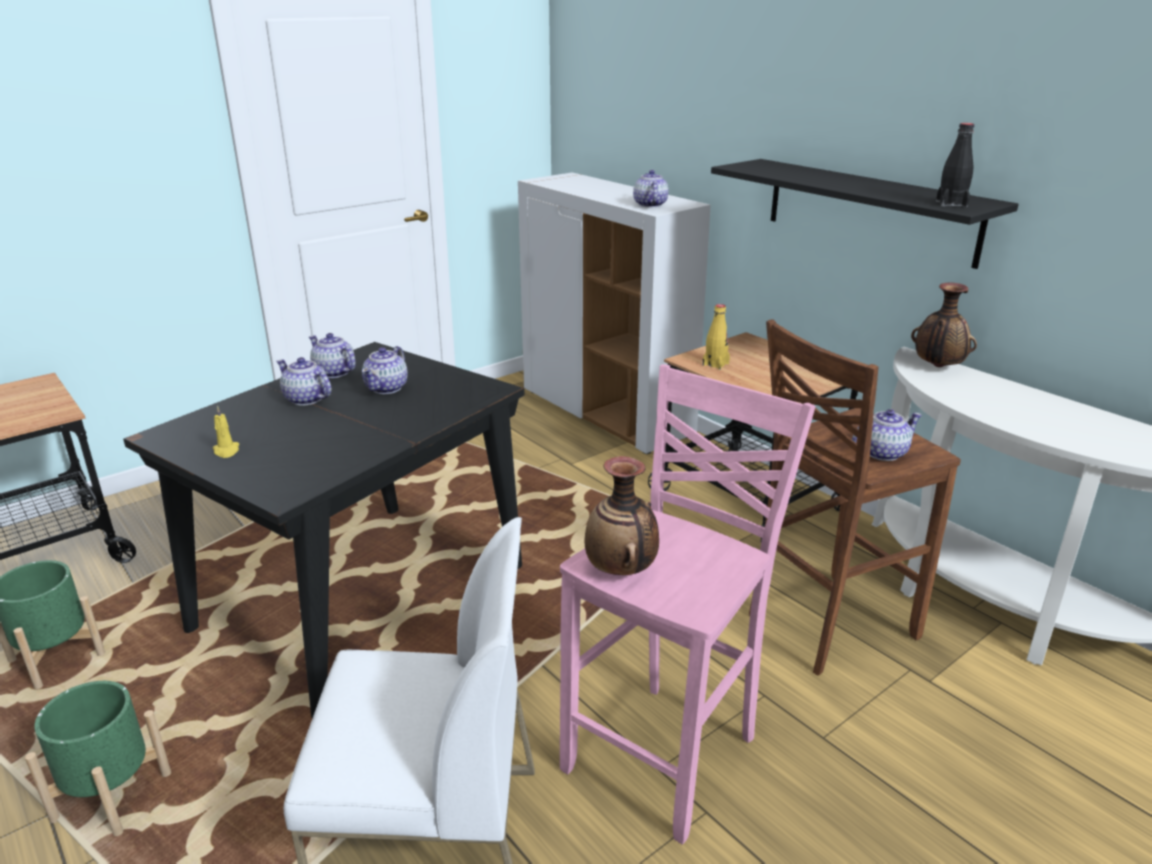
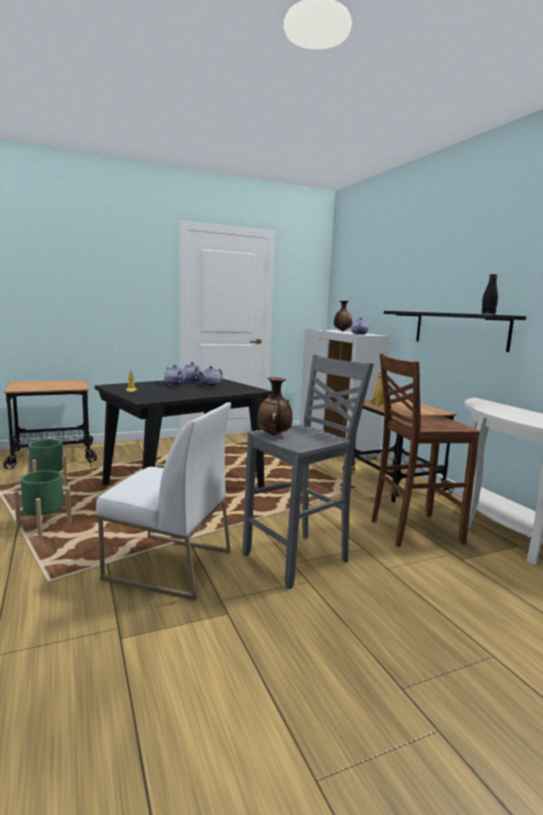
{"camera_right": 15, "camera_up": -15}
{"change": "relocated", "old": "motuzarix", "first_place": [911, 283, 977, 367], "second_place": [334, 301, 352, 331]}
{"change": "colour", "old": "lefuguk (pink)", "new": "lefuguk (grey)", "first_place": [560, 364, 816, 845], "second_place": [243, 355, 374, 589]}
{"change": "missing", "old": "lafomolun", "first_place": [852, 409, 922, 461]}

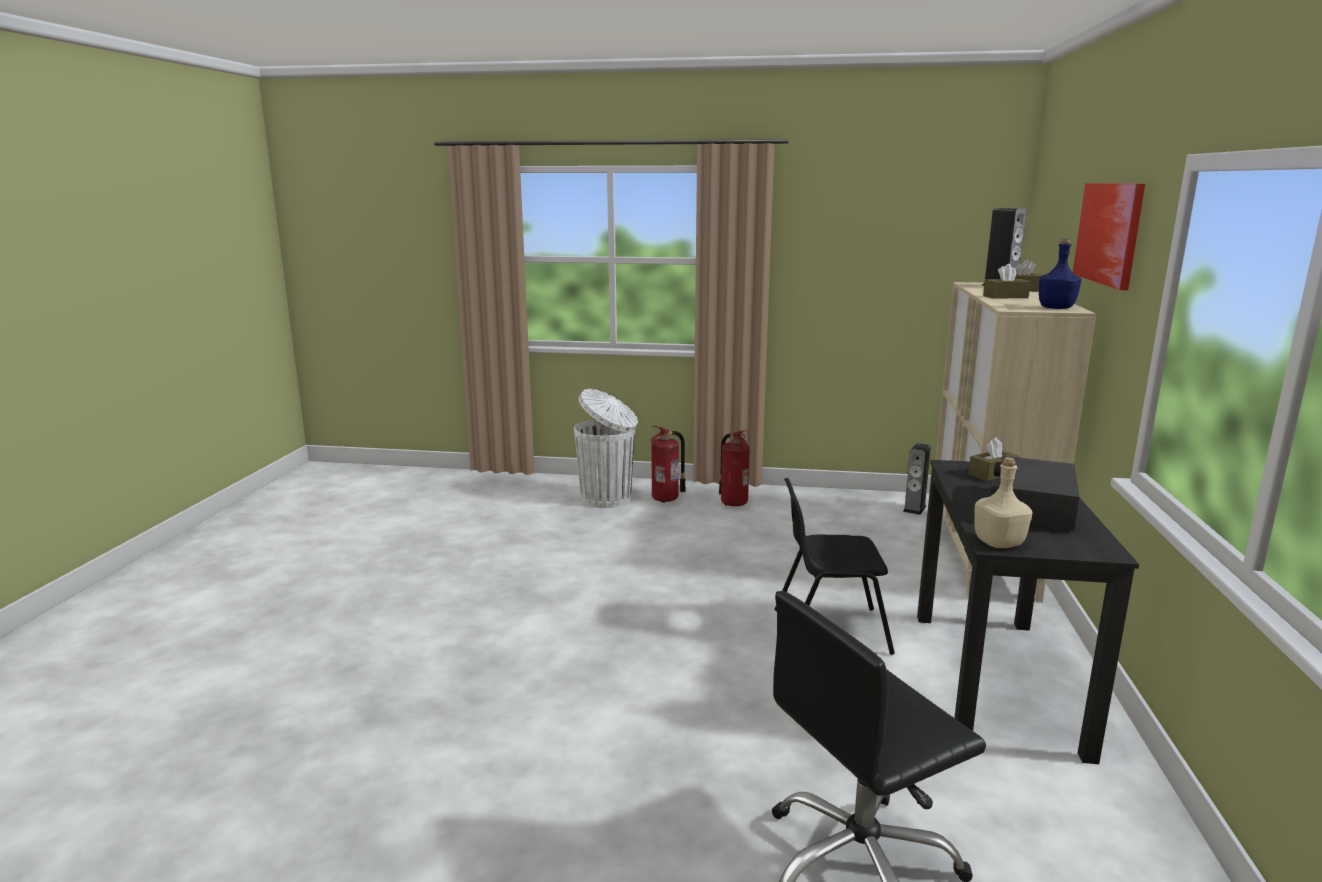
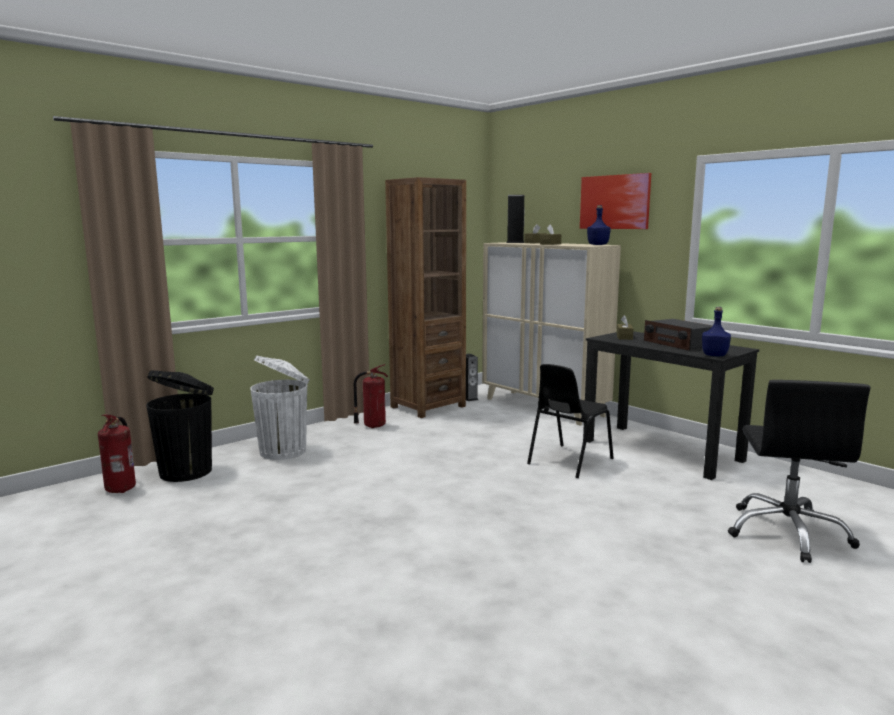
{"camera_right": -50, "camera_up": -5}
{"change": "relocated", "old": "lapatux", "first_place": [650, 426, 686, 503], "second_place": [98, 414, 136, 493]}
{"change": "colour", "old": "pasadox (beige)", "new": "pasadox (blue)", "first_place": [974, 457, 1032, 548], "second_place": [702, 307, 731, 356]}
{"change": "appeared", "new": "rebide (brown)", "second_place": [385, 177, 466, 418]}
{"change": "appeared", "new": "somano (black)", "second_place": [146, 370, 214, 482]}

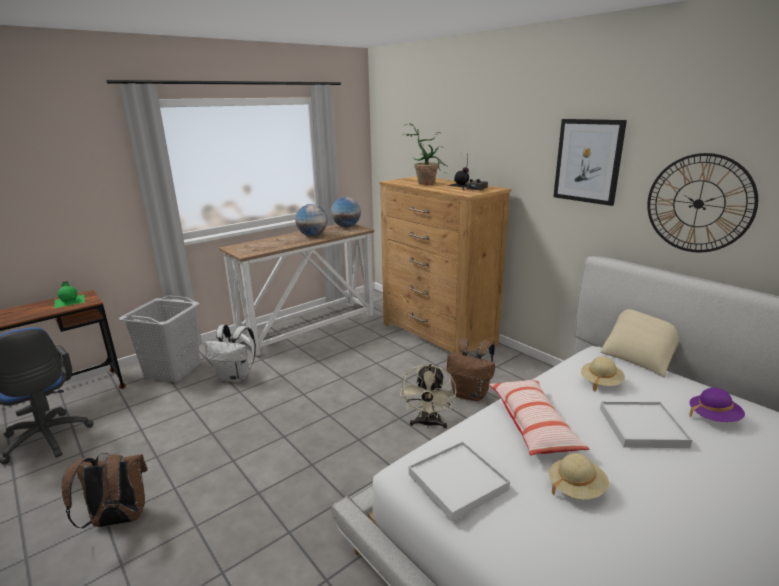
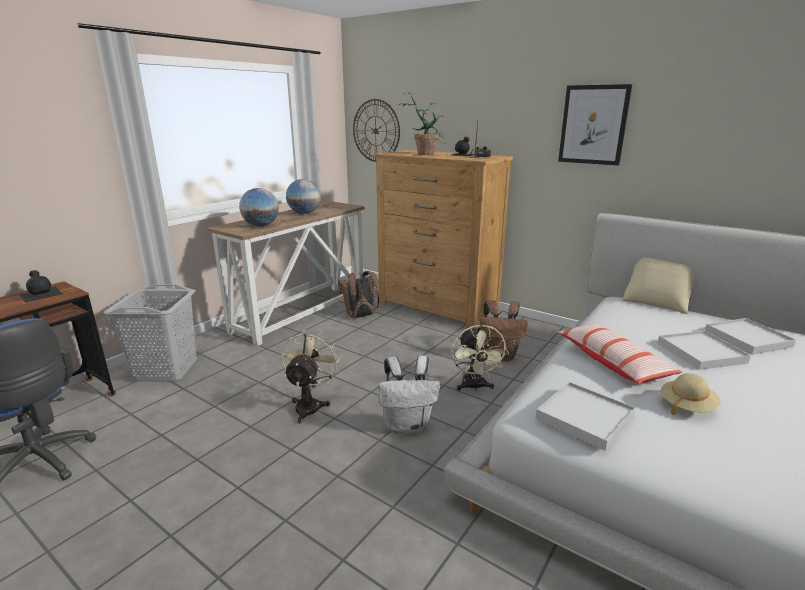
{"camera_right": -15, "camera_up": 0}
{"change": "relocated", "old": "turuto", "first_place": [647, 153, 758, 252], "second_place": [353, 99, 400, 162]}
{"change": "relocated", "old": "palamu", "first_place": [331, 197, 361, 227], "second_place": [239, 188, 279, 227]}
{"change": "colour", "old": "pasadox (green)", "new": "pasadox (black)", "first_place": [54, 281, 85, 308], "second_place": [18, 270, 63, 303]}
{"change": "relocated", "old": "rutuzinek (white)", "first_place": [205, 325, 256, 383], "second_place": [379, 355, 440, 434]}
{"change": "missing", "old": "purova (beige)", "first_place": [581, 356, 625, 391]}
{"change": "exchanged", "old": "purova (purple)", "new": "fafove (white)", "first_place": [689, 388, 745, 422], "second_place": [705, 318, 796, 355]}
{"change": "relocated", "old": "rutuzinek (brown)", "first_place": [62, 453, 148, 529], "second_place": [338, 271, 379, 318]}
{"change": "appeared", "new": "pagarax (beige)", "second_place": [281, 330, 340, 424]}

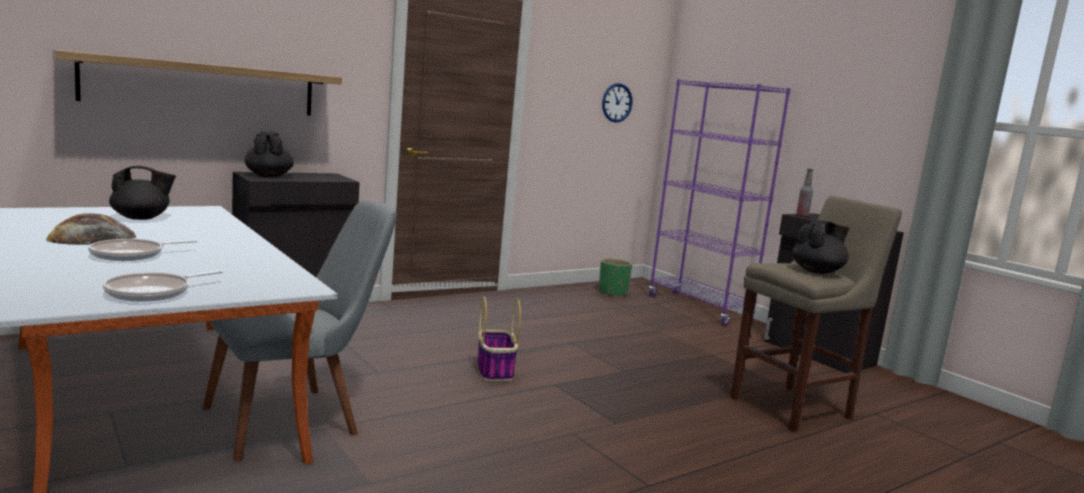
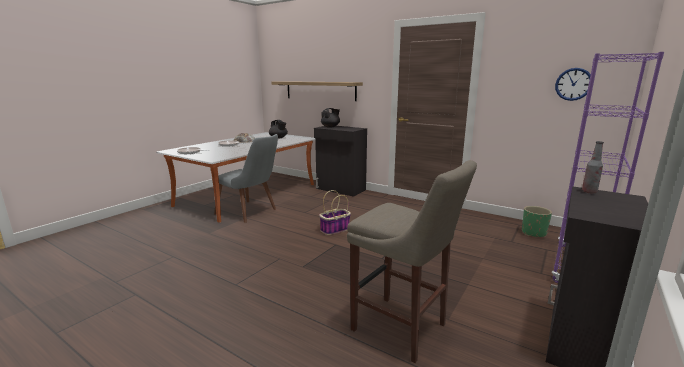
{"camera_right": 70, "camera_up": 5}
{"change": "missing", "old": "lafomolun (black)", "first_place": [792, 220, 849, 274]}

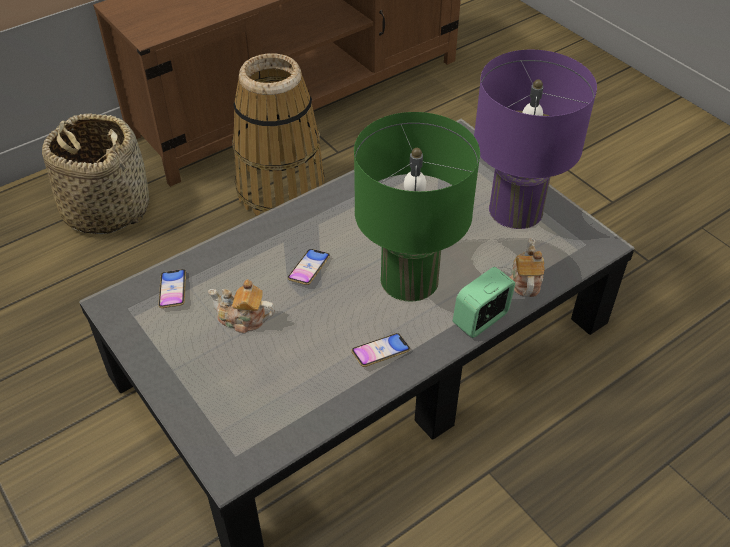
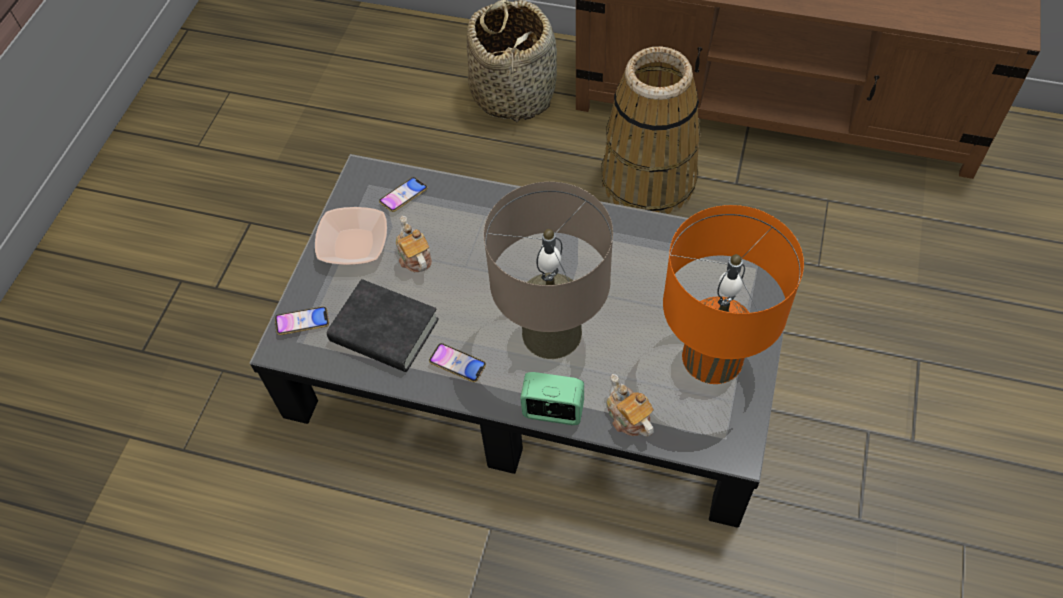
{"camera_right": 55, "camera_up": 10}
{"change": "colour", "old": "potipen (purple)", "new": "potipen (orange)", "first_place": [474, 50, 597, 229], "second_place": [663, 205, 804, 384]}
{"change": "colour", "old": "potipen (green)", "new": "potipen (beige)", "first_place": [354, 112, 480, 302], "second_place": [484, 182, 613, 359]}
{"change": "spun", "old": "lafomolun", "first_place": [509, 238, 544, 297], "second_place": [606, 374, 654, 437], "degrees": -90}
{"change": "relocated", "old": "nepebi", "first_place": [288, 249, 330, 285], "second_place": [275, 307, 329, 335]}
{"change": "appeared", "new": "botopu", "second_place": [315, 207, 387, 265]}
{"change": "appeared", "new": "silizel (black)", "second_place": [327, 279, 439, 372]}

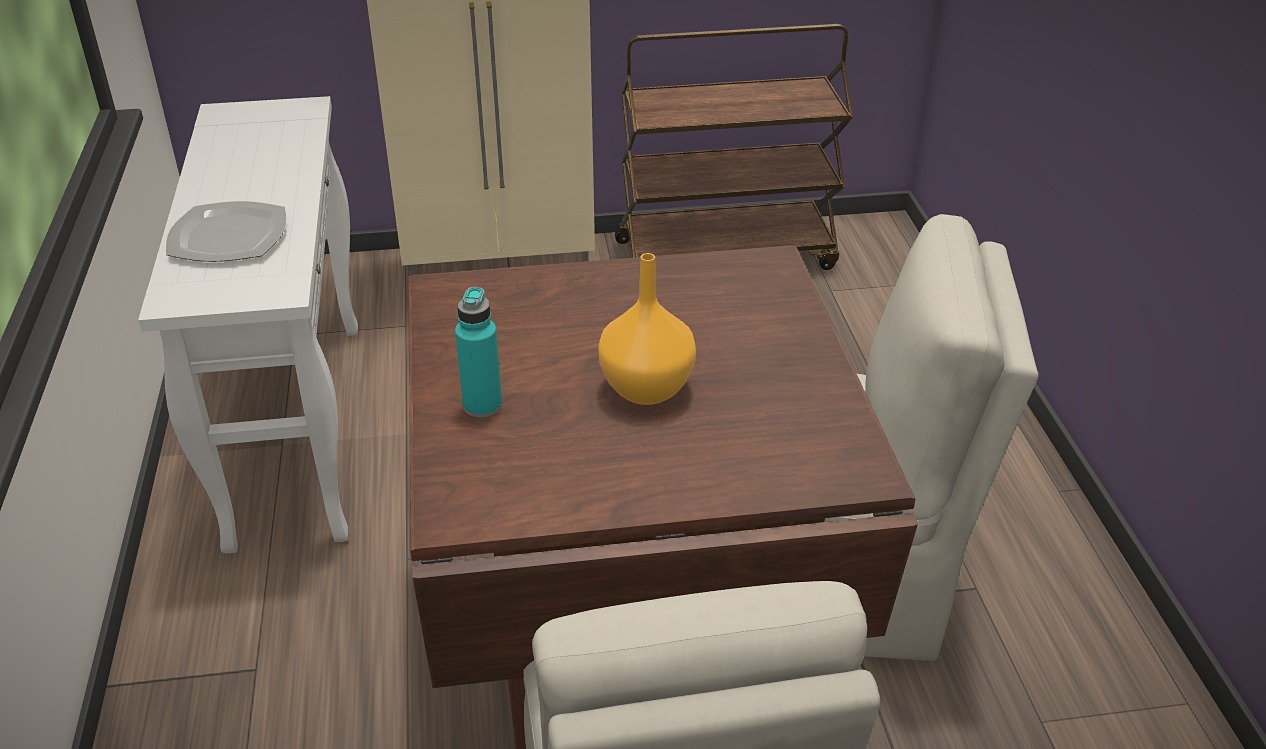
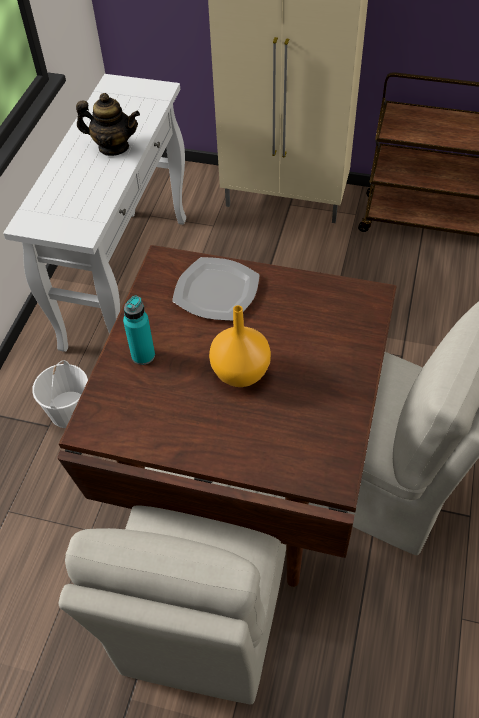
{"camera_right": 25, "camera_up": 15}
{"change": "relocated", "old": "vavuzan", "first_place": [166, 201, 286, 262], "second_place": [172, 257, 260, 321]}
{"change": "appeared", "new": "lafomolun", "second_place": [76, 93, 140, 156]}
{"change": "appeared", "new": "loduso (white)", "second_place": [32, 360, 88, 428]}

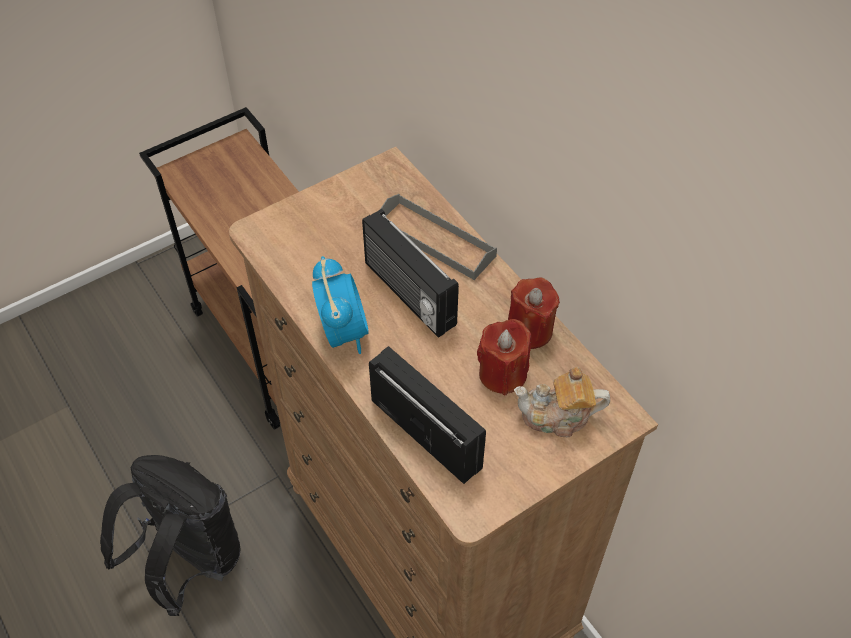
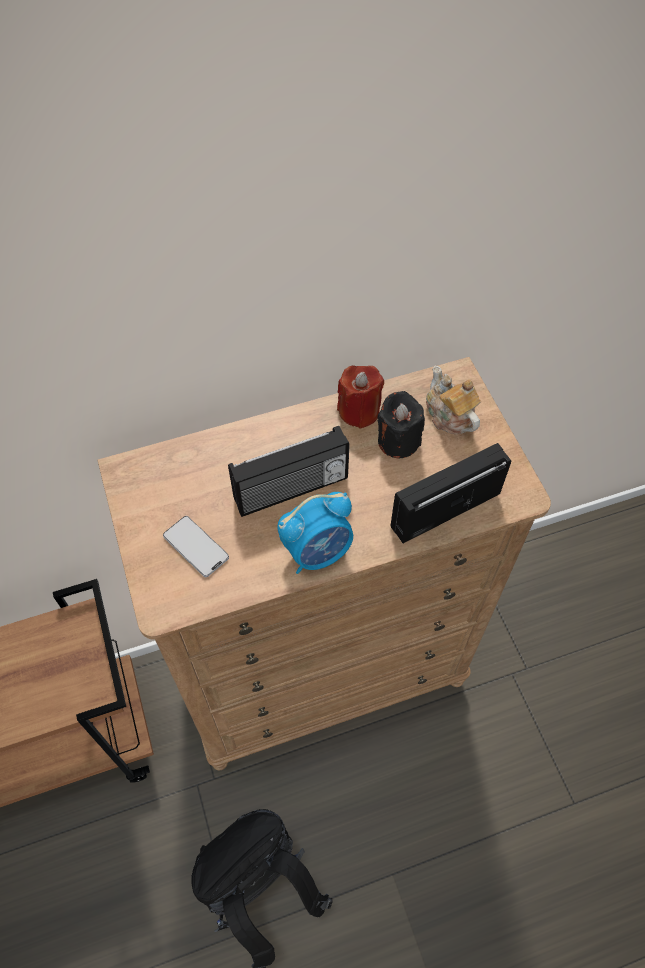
{"camera_right": -75, "camera_up": 5}
{"change": "missing", "old": "fafove (grey)", "first_place": [381, 194, 497, 280]}
{"change": "spun", "old": "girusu", "first_place": [312, 256, 369, 354], "second_place": [277, 492, 353, 574], "degrees": 150}
{"change": "colour", "old": "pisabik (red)", "new": "pisabik (black)", "first_place": [477, 319, 532, 395], "second_place": [377, 391, 425, 459]}
{"change": "spun", "old": "lafomolun", "first_place": [514, 367, 610, 437], "second_place": [426, 366, 481, 434], "degrees": 135}
{"change": "appeared", "new": "nepebi", "second_place": [163, 516, 229, 577]}

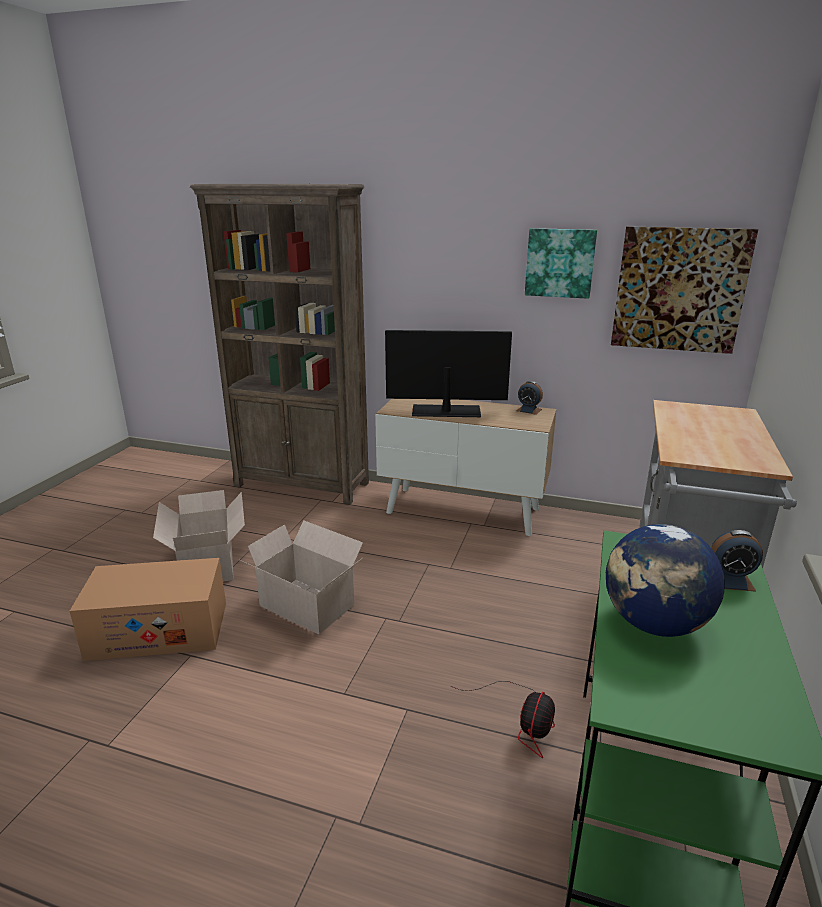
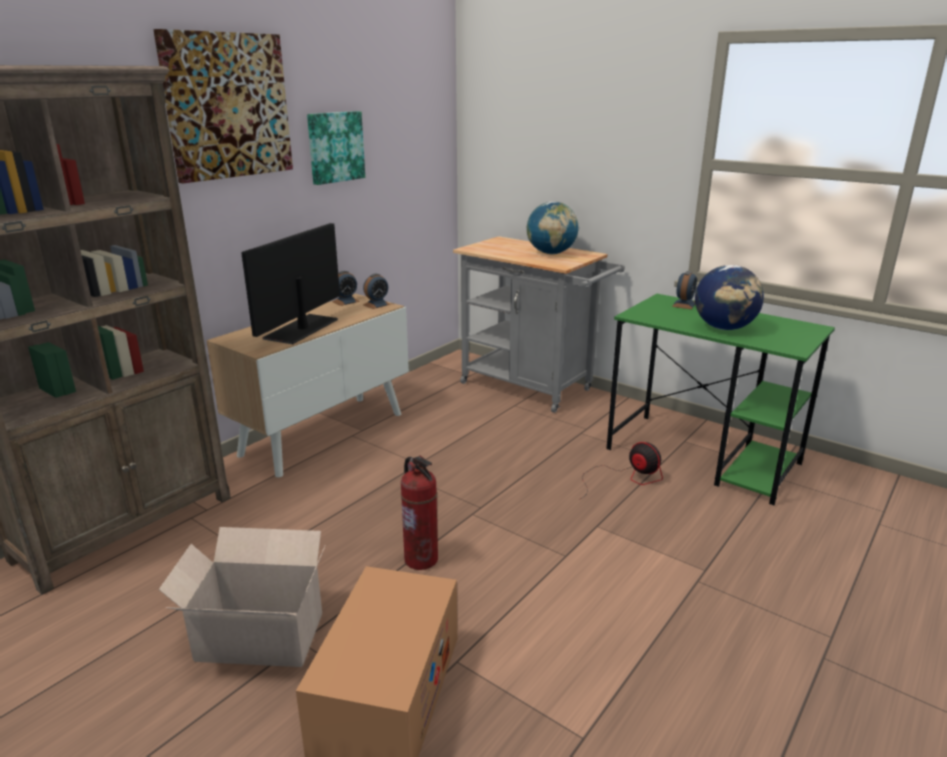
{"camera_right": -70, "camera_up": 0}
{"change": "relocated", "old": "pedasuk", "first_place": [611, 226, 758, 354], "second_place": [153, 29, 293, 183]}
{"change": "exchanged", "old": "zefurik", "new": "lapatux", "first_place": [240, 520, 363, 635], "second_place": [401, 456, 438, 570]}
{"change": "appeared", "new": "palamu", "second_place": [527, 201, 578, 255]}
{"change": "appeared", "new": "girusu", "second_place": [363, 274, 391, 309]}

